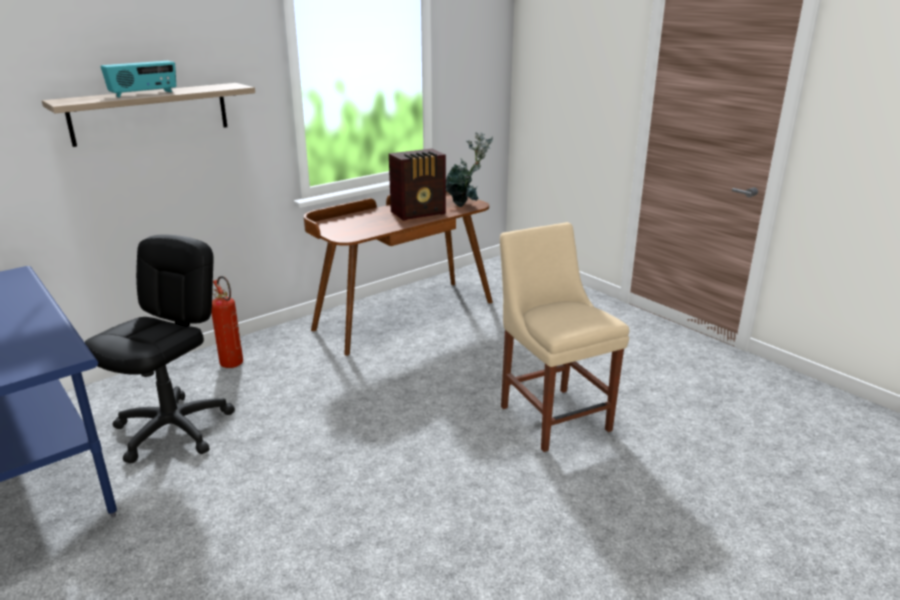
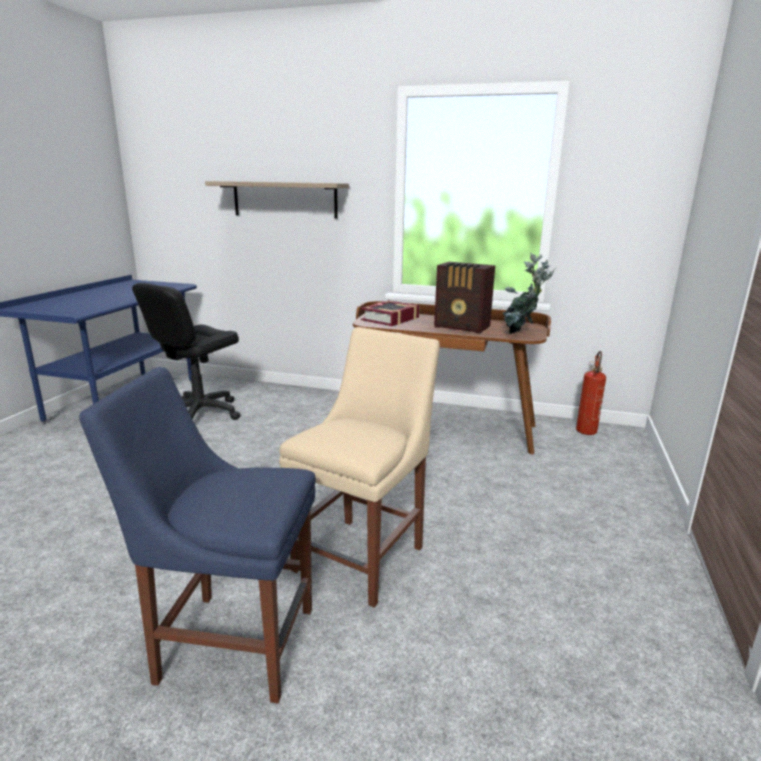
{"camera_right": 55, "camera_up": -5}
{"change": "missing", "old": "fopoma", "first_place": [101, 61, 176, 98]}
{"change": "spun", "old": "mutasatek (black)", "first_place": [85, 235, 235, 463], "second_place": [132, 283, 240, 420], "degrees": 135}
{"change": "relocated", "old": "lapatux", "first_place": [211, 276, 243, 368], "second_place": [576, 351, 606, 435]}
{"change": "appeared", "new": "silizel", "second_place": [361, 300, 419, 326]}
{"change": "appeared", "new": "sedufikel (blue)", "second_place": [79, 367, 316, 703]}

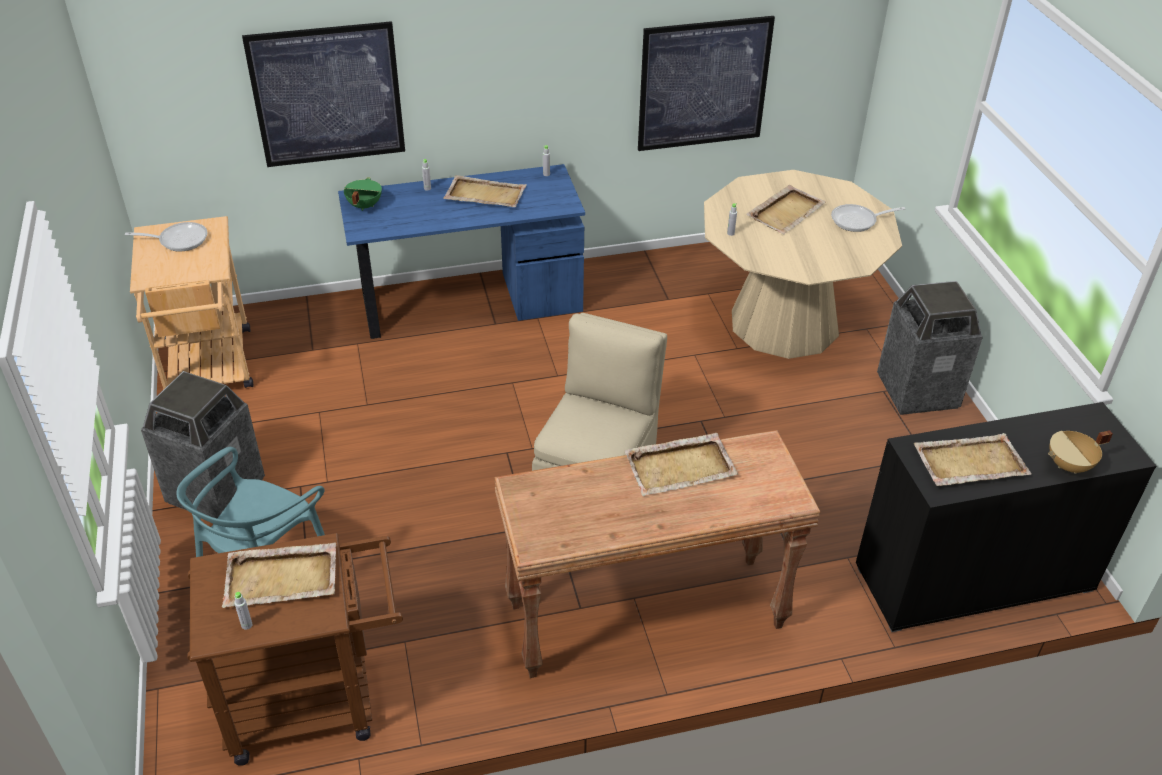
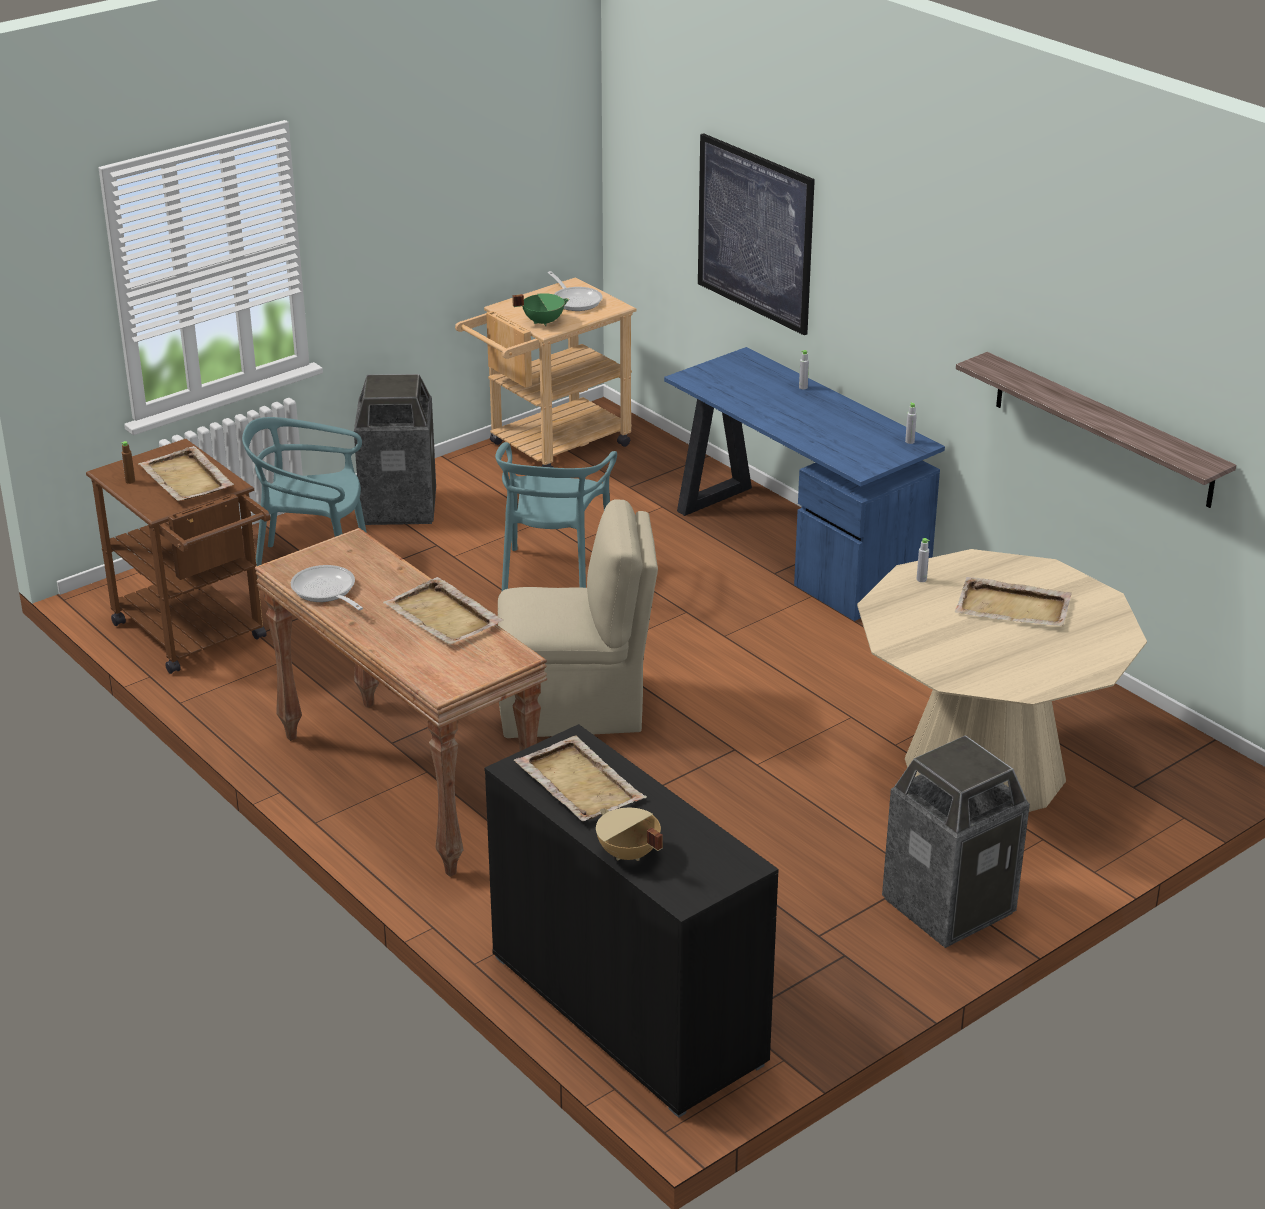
{"camera_right": 65, "camera_up": -10}
{"change": "exchanged", "old": "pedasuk", "new": "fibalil", "first_place": [638, 16, 775, 151], "second_place": [956, 352, 1236, 508]}
{"change": "missing", "old": "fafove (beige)", "first_place": [443, 175, 526, 207]}
{"change": "relocated", "old": "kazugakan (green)", "first_place": [344, 177, 382, 211], "second_place": [512, 293, 569, 326]}
{"change": "relocated", "old": "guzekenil", "first_place": [831, 204, 905, 232], "second_place": [291, 565, 363, 610]}
{"change": "colour", "old": "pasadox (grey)", "new": "pasadox (brown)", "first_place": [234, 592, 253, 630], "second_place": [121, 441, 135, 484]}
{"change": "appeared", "new": "sedufikel (turquoise)", "second_place": [495, 442, 617, 591]}

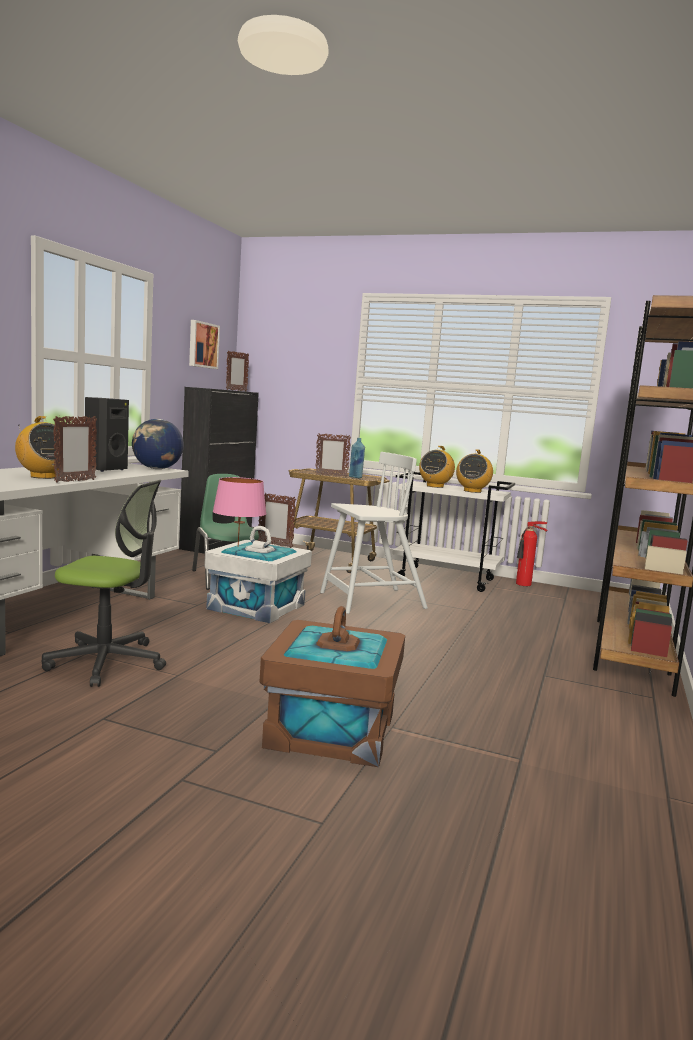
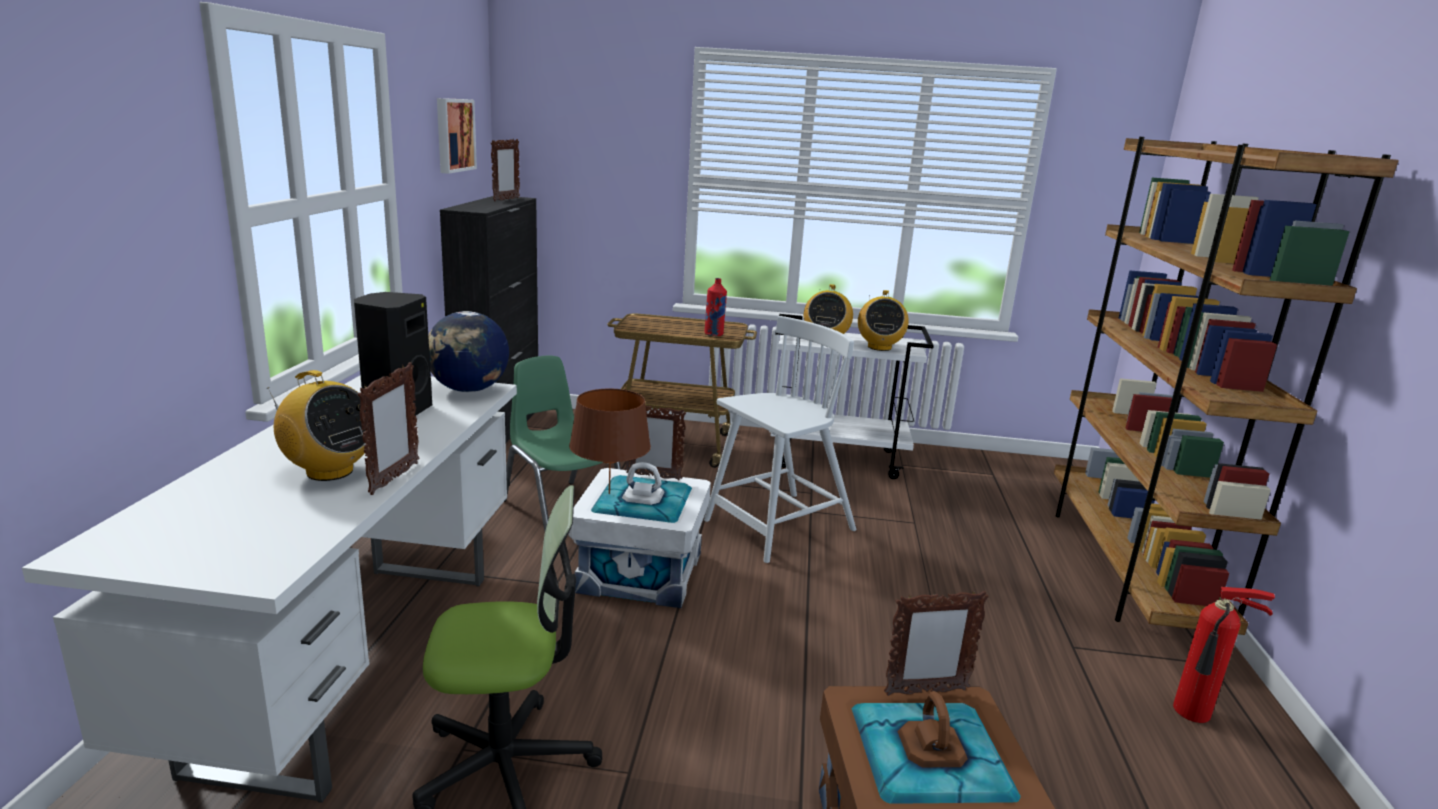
{"camera_right": -15, "camera_up": 10}
{"change": "relocated", "old": "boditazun", "first_place": [315, 434, 351, 477], "second_place": [884, 590, 989, 696]}
{"change": "colour", "old": "pasadox (blue)", "new": "pasadox (red)", "first_place": [349, 438, 365, 478], "second_place": [705, 278, 727, 336]}
{"change": "colour", "old": "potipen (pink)", "new": "potipen (brown)", "first_place": [213, 477, 267, 547], "second_place": [569, 389, 651, 494]}
{"change": "relocated", "old": "lapatux", "first_place": [516, 521, 548, 586], "second_place": [1173, 587, 1275, 723]}

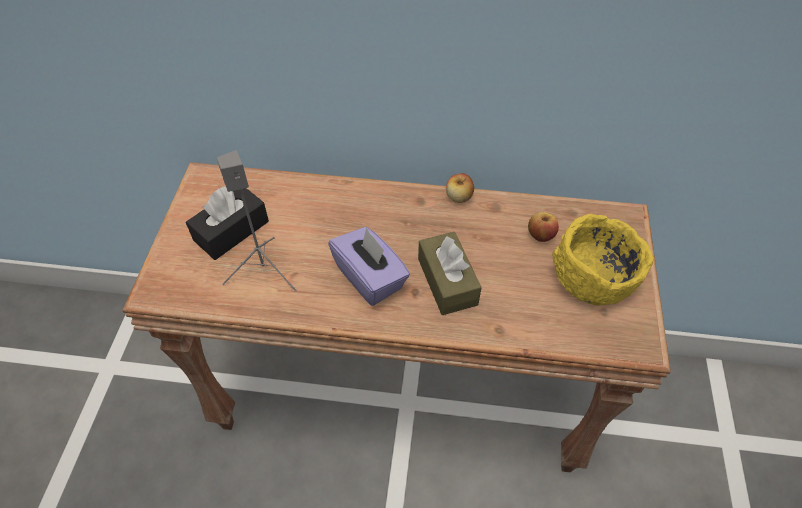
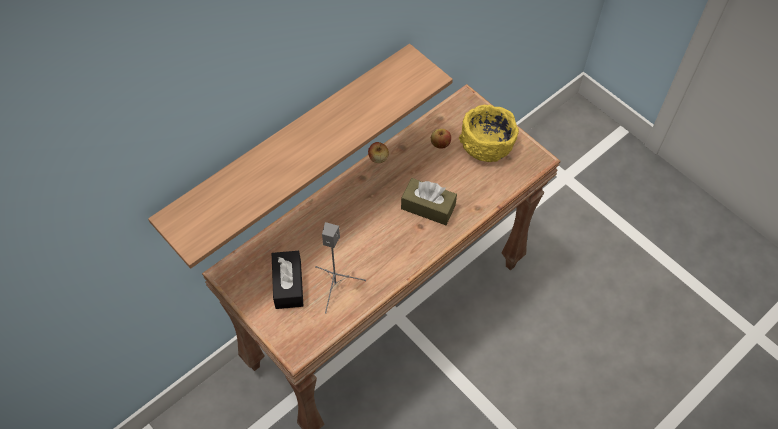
{"camera_right": -50, "camera_up": 5}
{"change": "missing", "old": "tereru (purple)", "first_place": [328, 227, 410, 306]}
{"change": "appeared", "new": "fibalil", "second_place": [148, 44, 453, 269]}

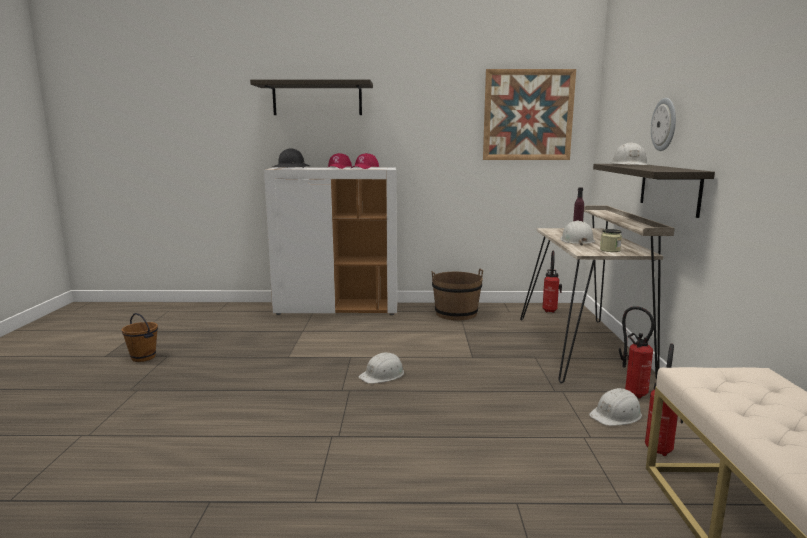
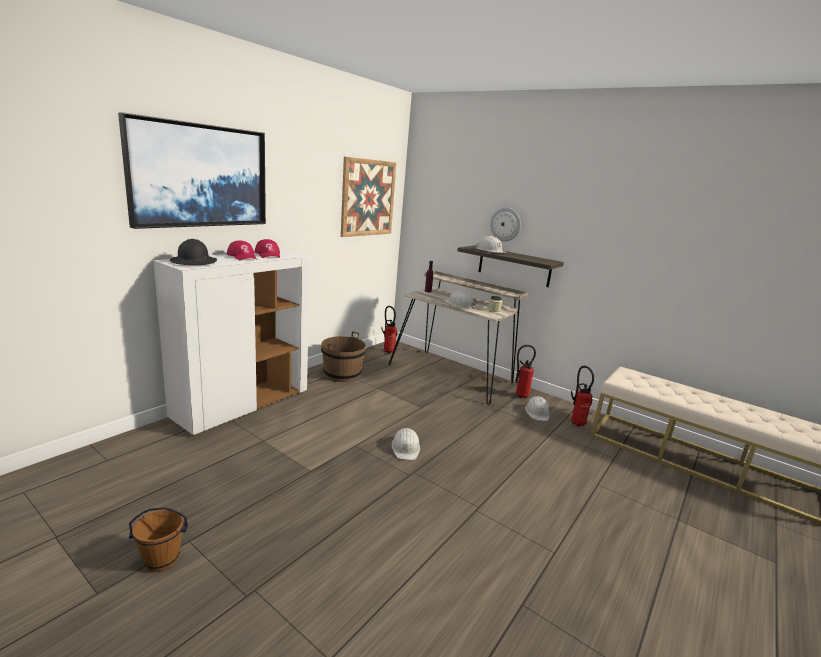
{"camera_right": -55, "camera_up": 5}
{"change": "exchanged", "old": "fibalil", "new": "pedasuk", "first_place": [250, 79, 373, 115], "second_place": [118, 112, 266, 229]}

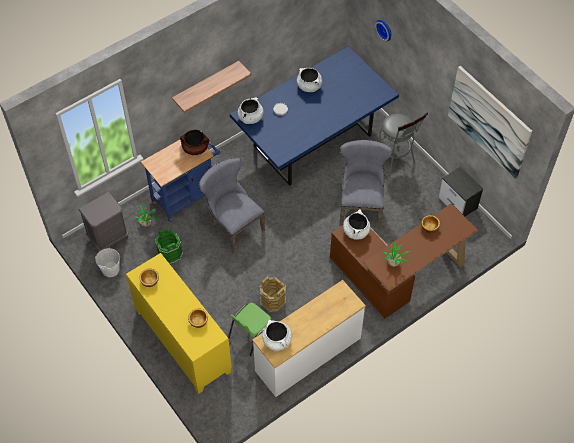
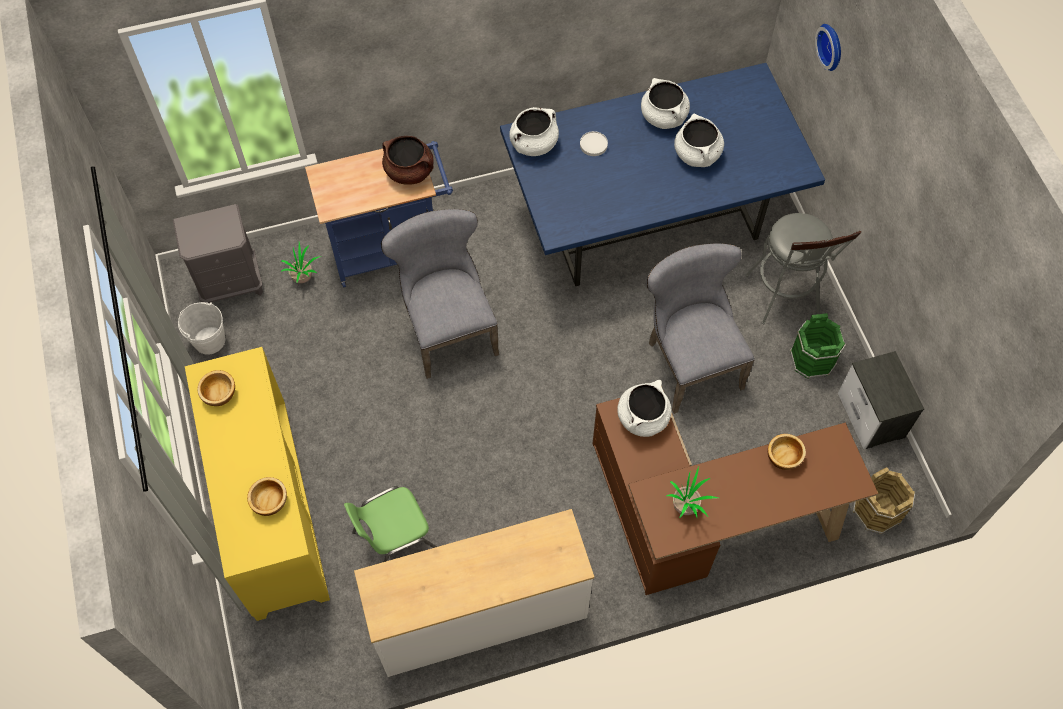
{"camera_right": 20, "camera_up": 5}
{"change": "missing", "old": "fibalil", "first_place": [172, 61, 251, 113]}
{"change": "missing", "old": "pedasuk", "first_place": [448, 66, 532, 179]}
{"change": "spun", "old": "sedufikel (grey)", "first_place": [340, 140, 392, 227], "second_place": [646, 243, 755, 414], "degrees": -45}
{"change": "relocated", "old": "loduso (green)", "first_place": [155, 228, 183, 264], "second_place": [790, 313, 846, 379]}
{"change": "relocated", "old": "loduso (brown)", "first_place": [260, 276, 286, 312], "second_place": [853, 467, 915, 534]}
{"change": "relocated", "old": "kazugakan (white)", "first_place": [262, 320, 292, 351], "second_place": [674, 114, 724, 167]}

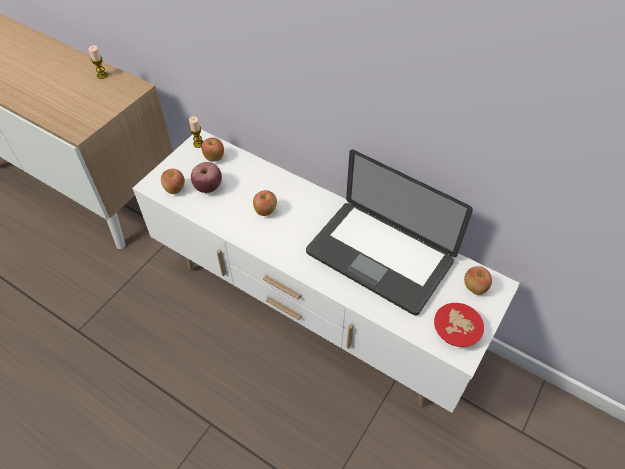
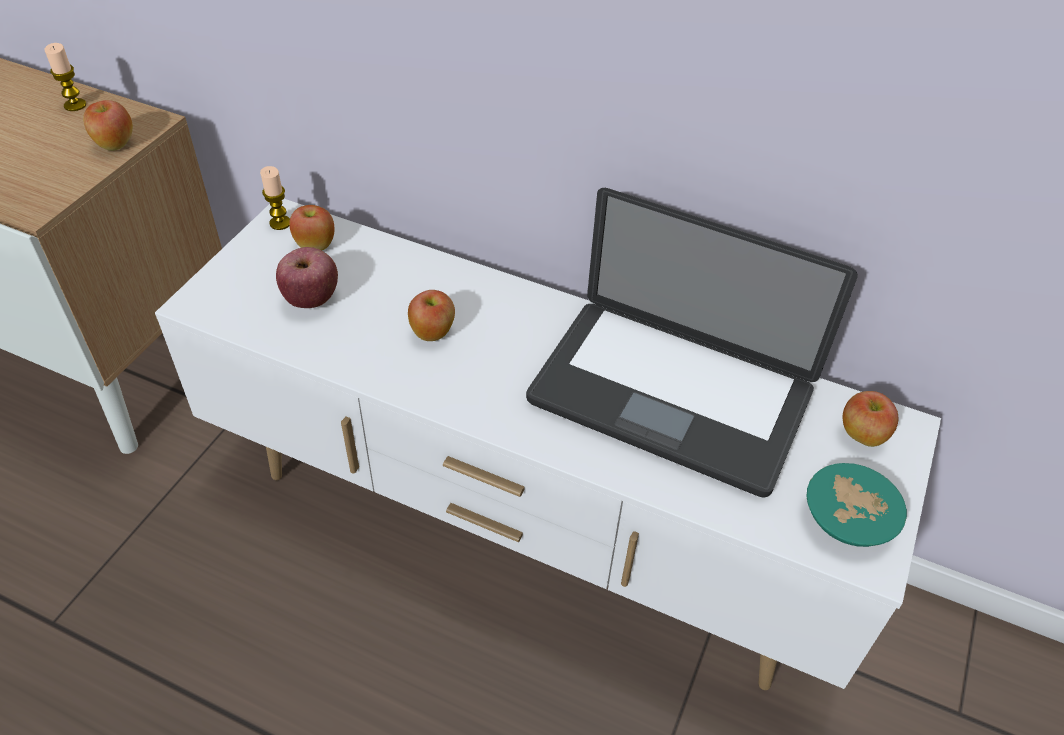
{"camera_right": -10, "camera_up": -5}
{"change": "relocated", "old": "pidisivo", "first_place": [161, 169, 185, 194], "second_place": [83, 100, 133, 151]}
{"change": "colour", "old": "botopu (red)", "new": "botopu (turquoise)", "first_place": [434, 303, 484, 347], "second_place": [807, 463, 907, 547]}

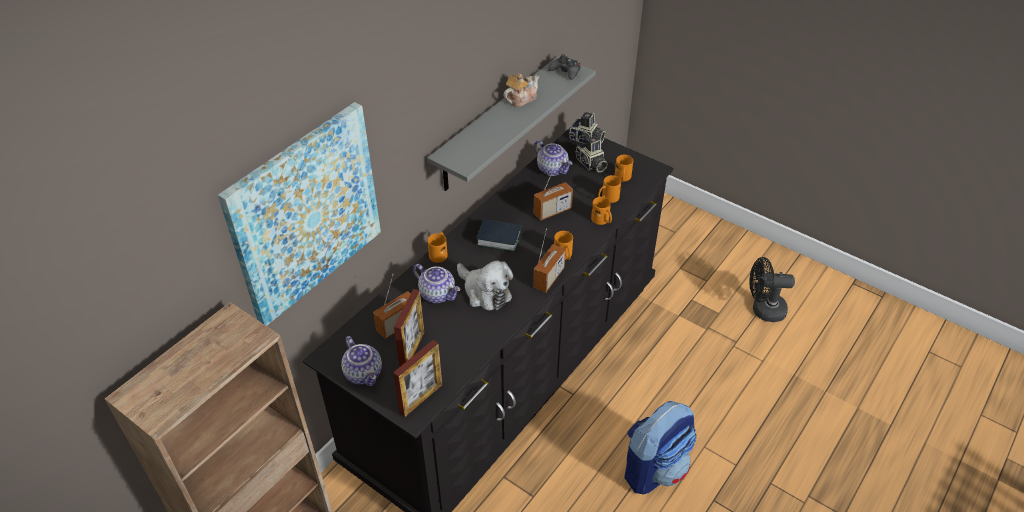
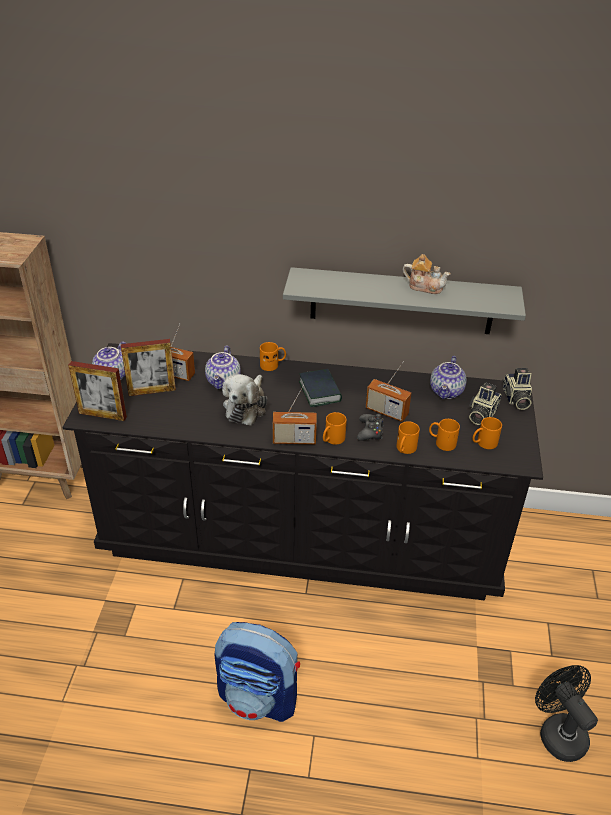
{"camera_right": 60, "camera_up": -5}
{"change": "relocated", "old": "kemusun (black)", "first_place": [548, 54, 580, 80], "second_place": [357, 414, 384, 441]}
{"change": "missing", "old": "pedasuk", "first_place": [218, 102, 381, 326]}

